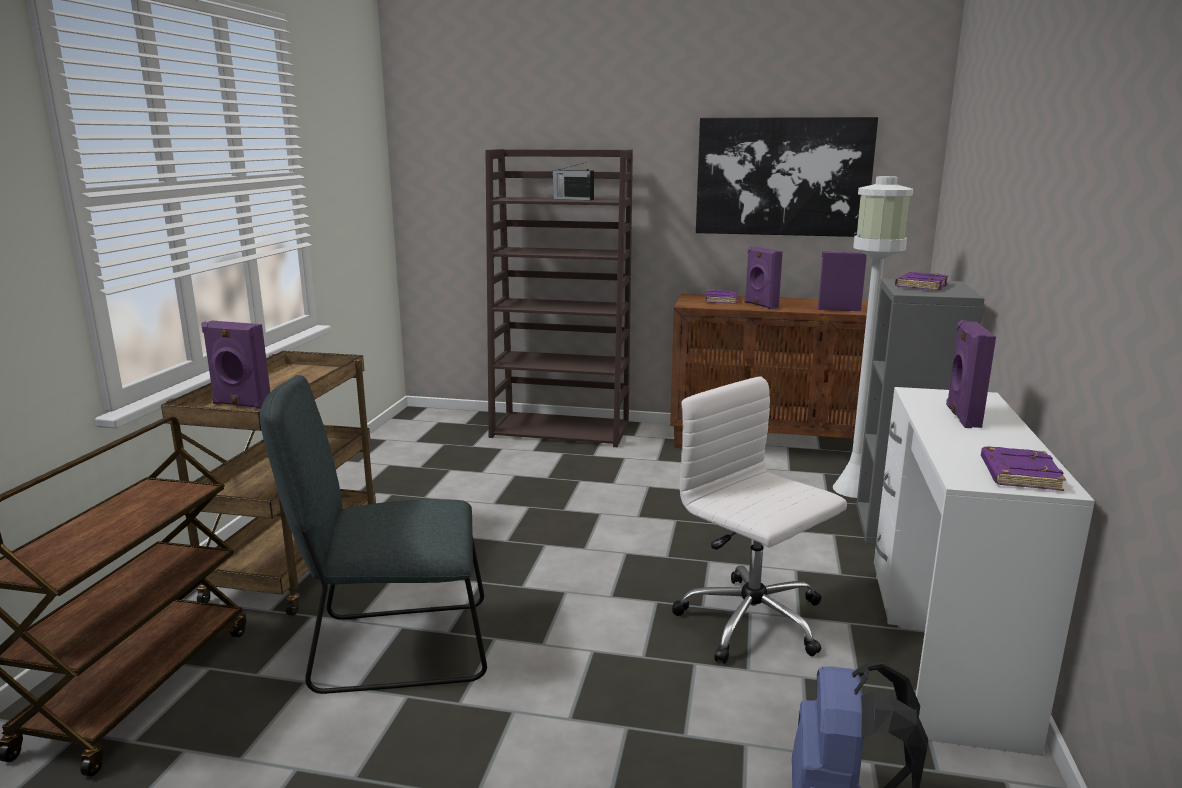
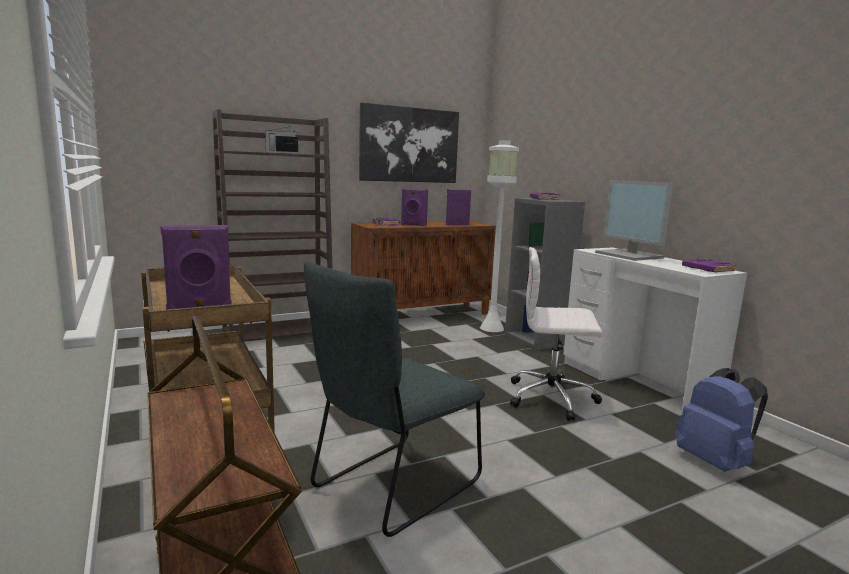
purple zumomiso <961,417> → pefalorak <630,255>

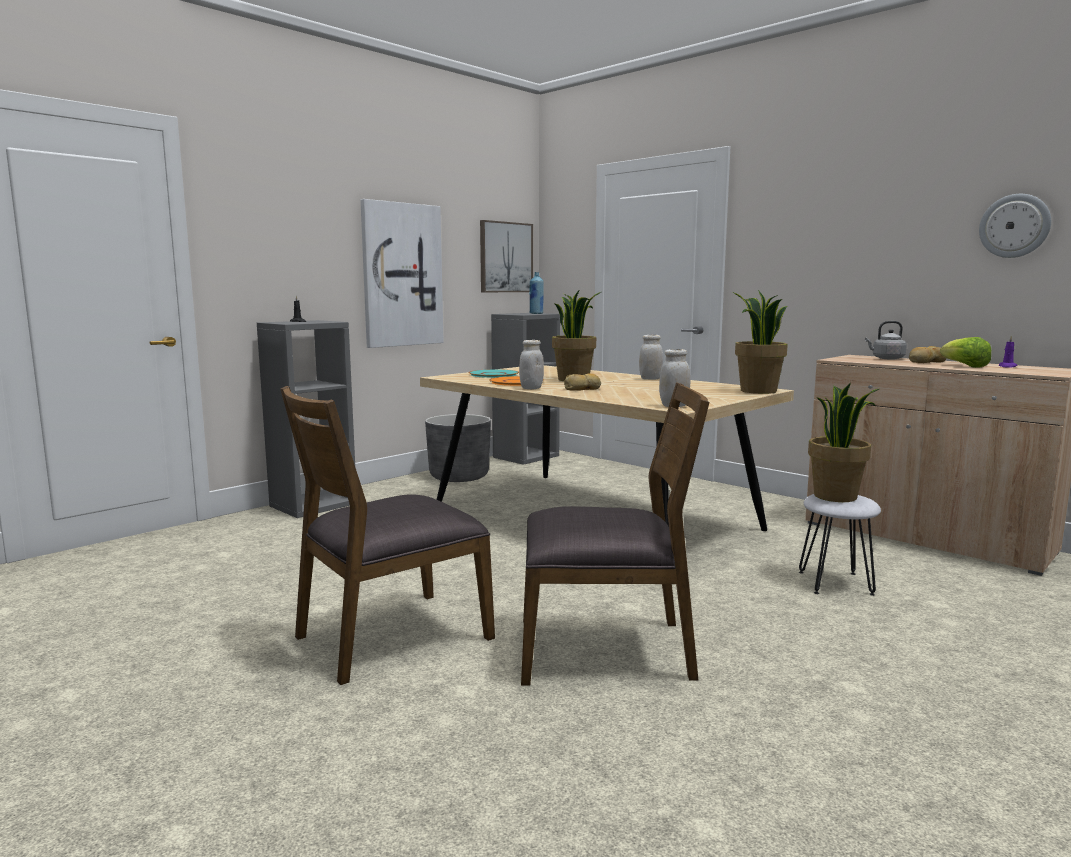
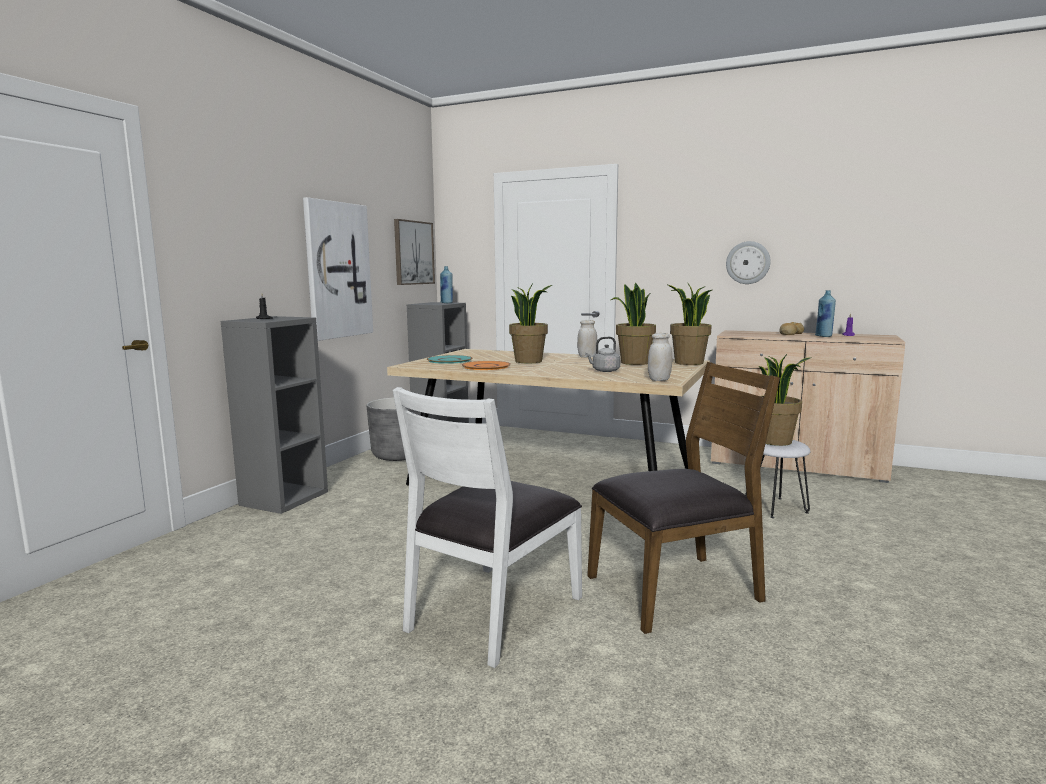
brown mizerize <391,636> → white mizerize <492,612>
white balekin <531,388> → -
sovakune <583,389> → -
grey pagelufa <886,358> → grey pagelufa <604,371>, moved
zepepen <964,366> → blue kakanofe <823,336>
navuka <1014,226> → navuka <748,262>, moved
- → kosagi <634,362>

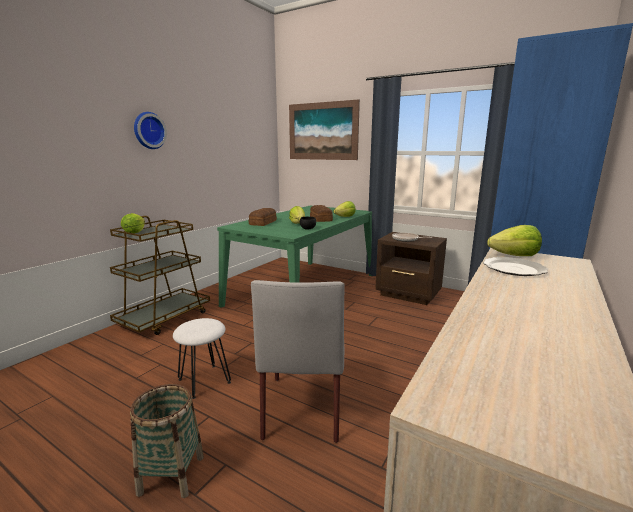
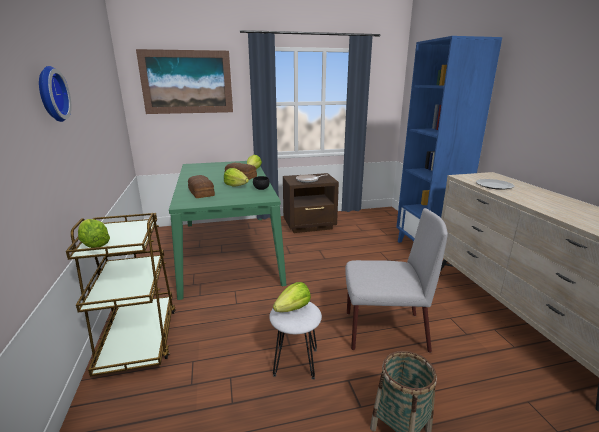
grey mizerize <303,405> → grey mizerize <384,331>, 45 degrees counterclockwise
zepepen <514,256> → zepepen <293,309>, moved

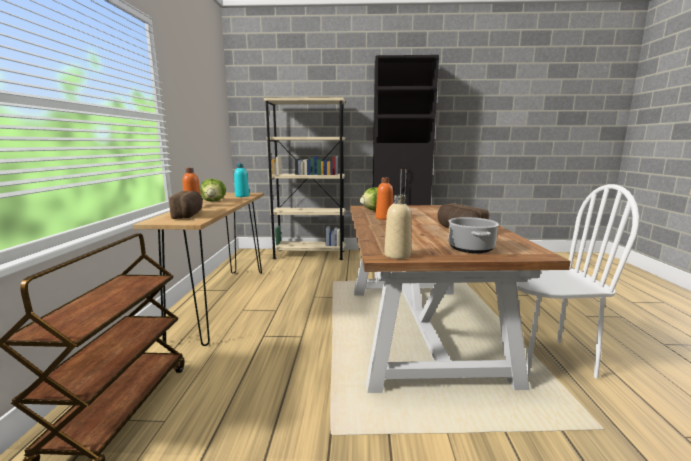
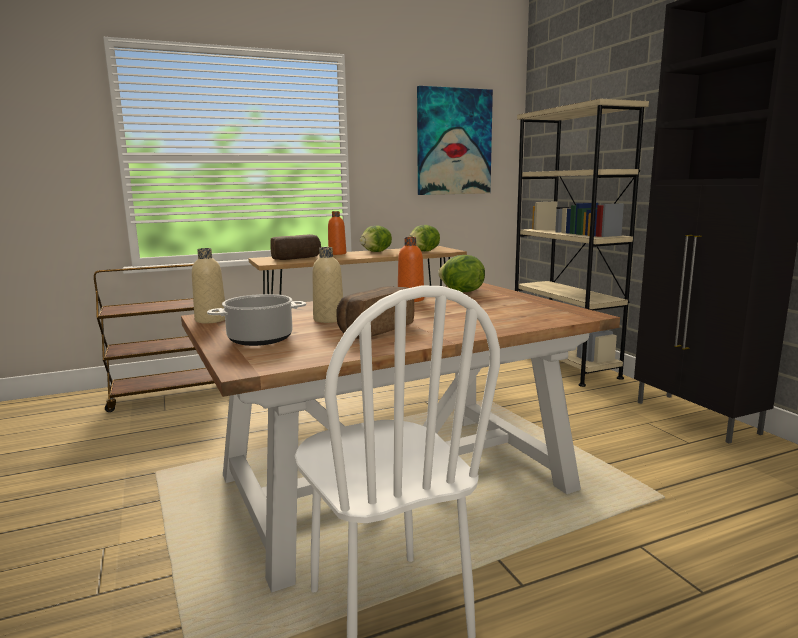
turquoise kakanofe <242,196> → zepepen <424,251>
- → beige kakanofe <329,319>
- → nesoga <454,142>

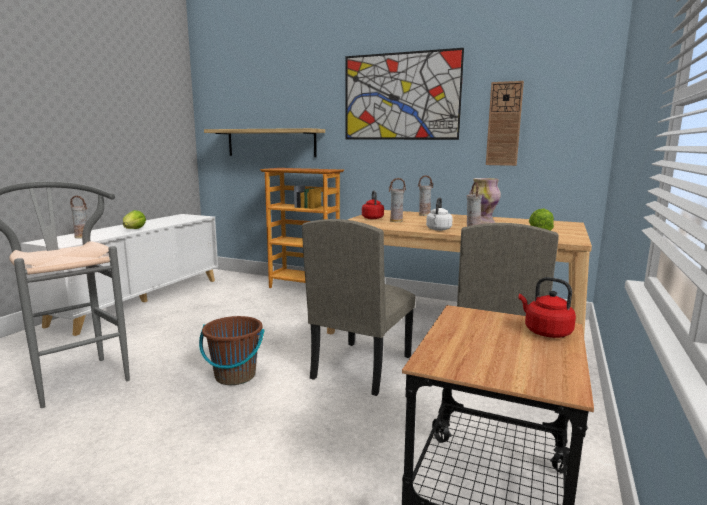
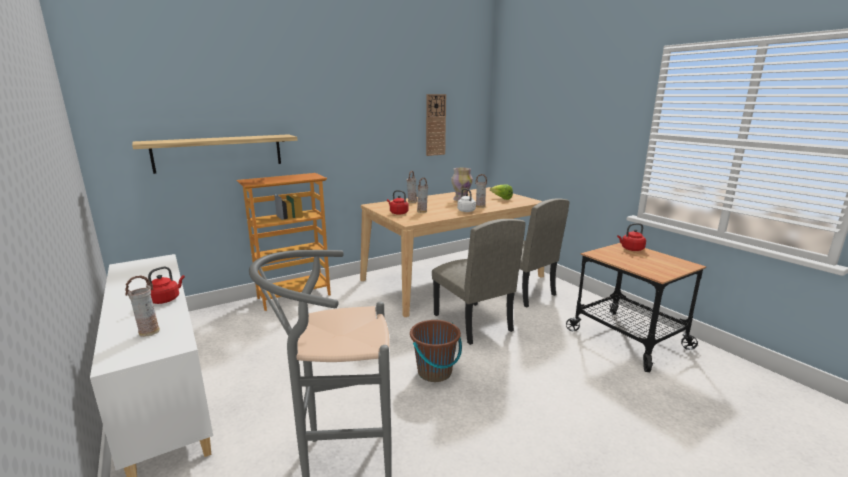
zepepen <134,230> → red pagelufa <166,299>
nesoga <400,96> → -

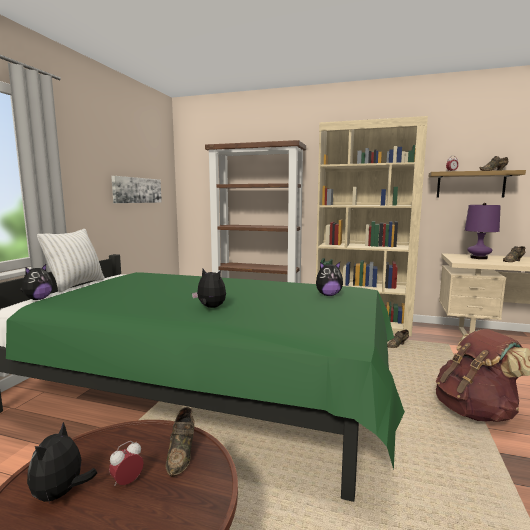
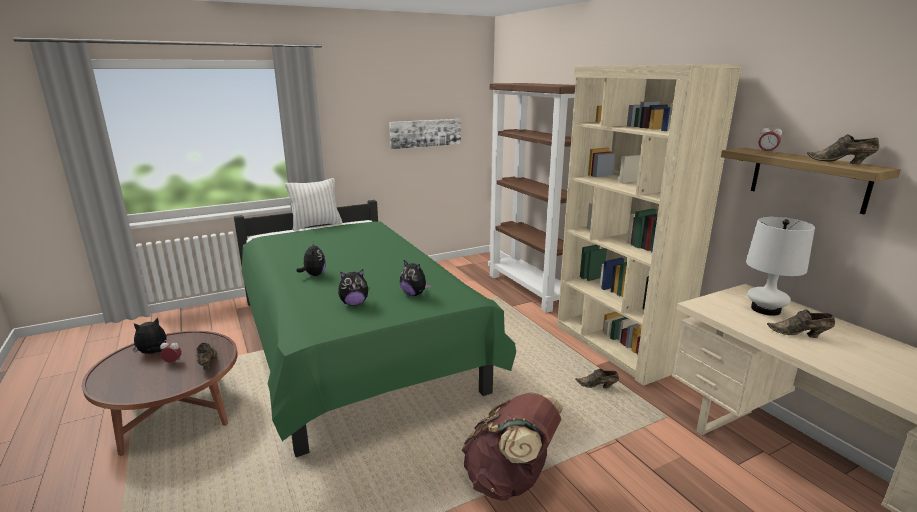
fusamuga <38,299> → fusamuga <354,303>, moved
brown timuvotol <182,453> → brown timuvotol <208,363>, 120 degrees clockwise
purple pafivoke <478,258> → white pafivoke <765,309>

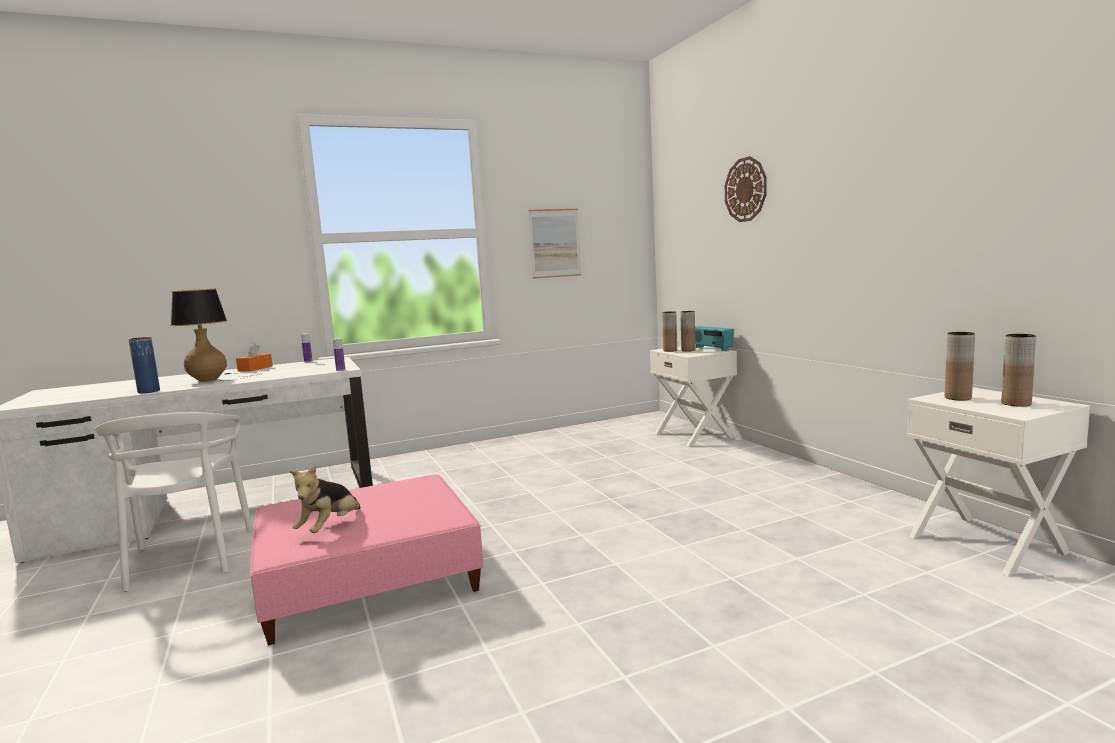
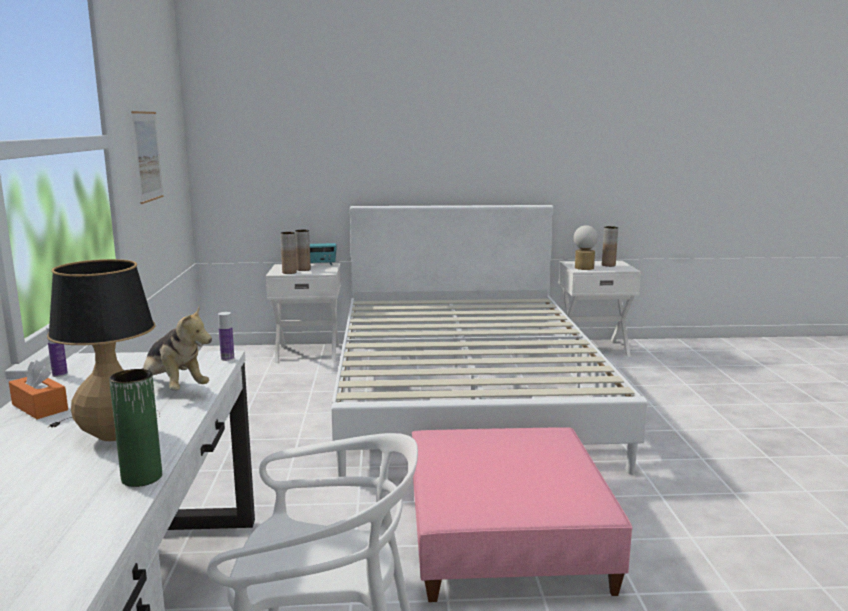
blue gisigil <149,391> → green gisigil <142,477>
fusamuga <330,527> → fusamuga <173,388>, moved
navuka <745,189> → -
brown gisigil <958,398> → pafivoke <584,267>
- → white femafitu <465,394>

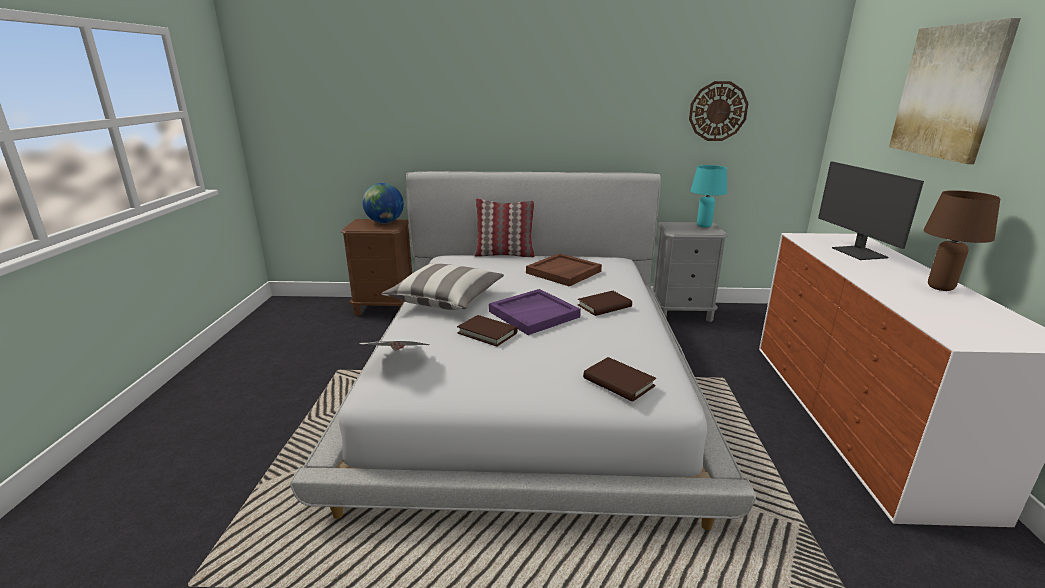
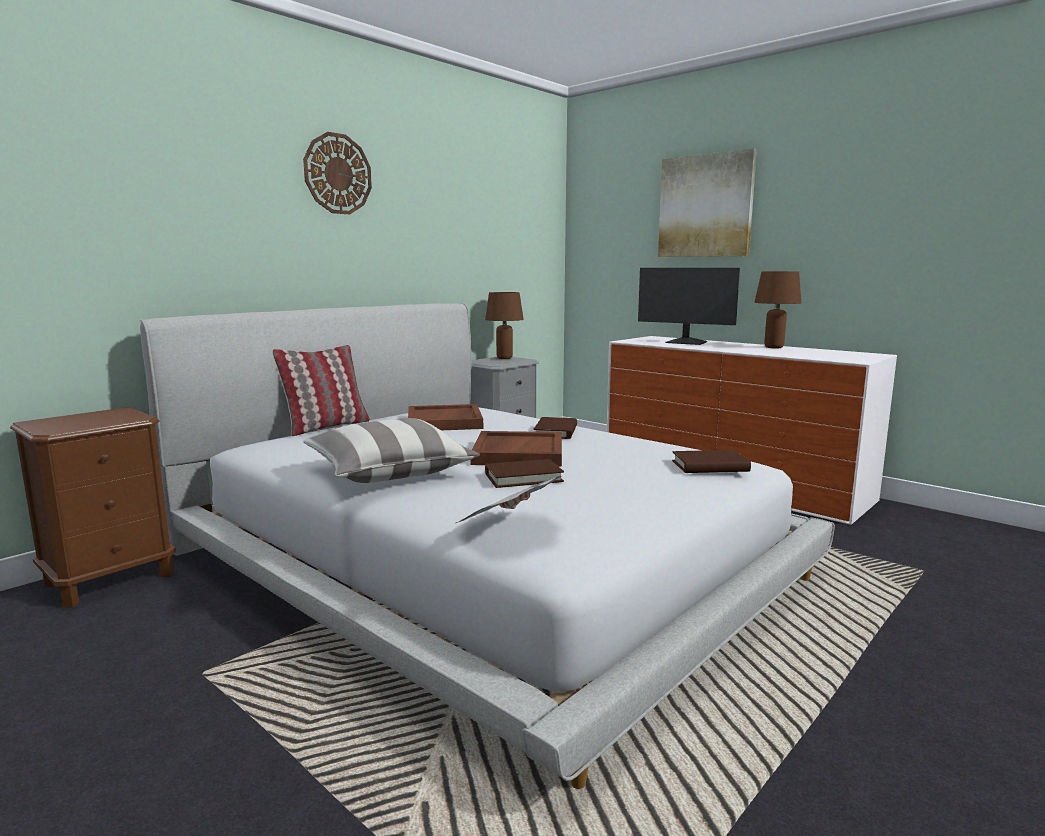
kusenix <385,222> → -
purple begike <534,314> → brown begike <517,453>
navuka <718,111> → navuka <337,174>, moved
turquoise pafivoke <703,226> → brown pafivoke <504,358>

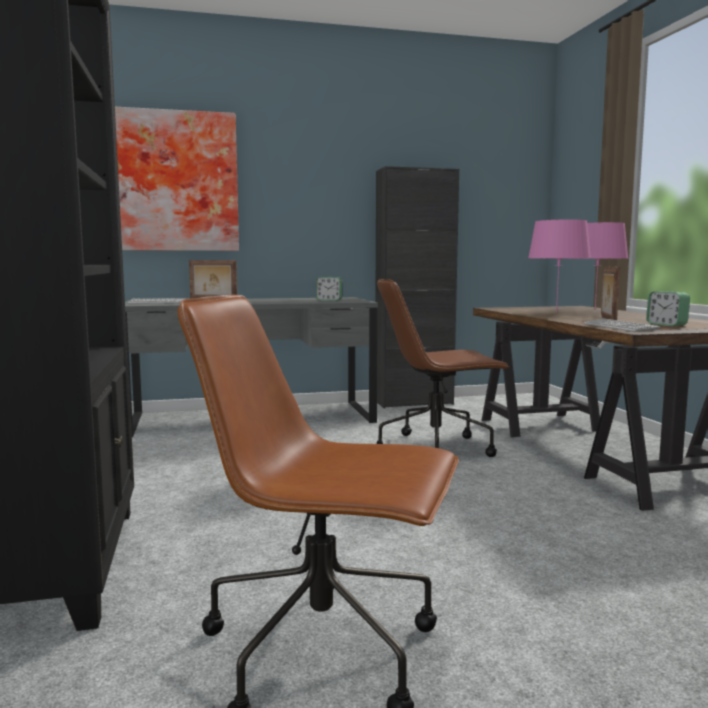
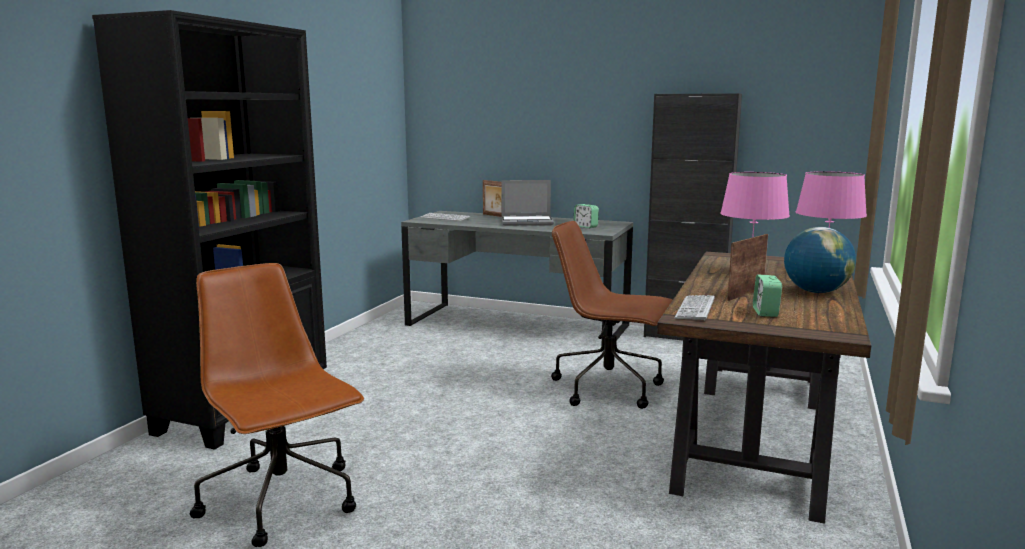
nesoga <168,182> → -
- → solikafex <527,222>
- → kusenix <816,291>

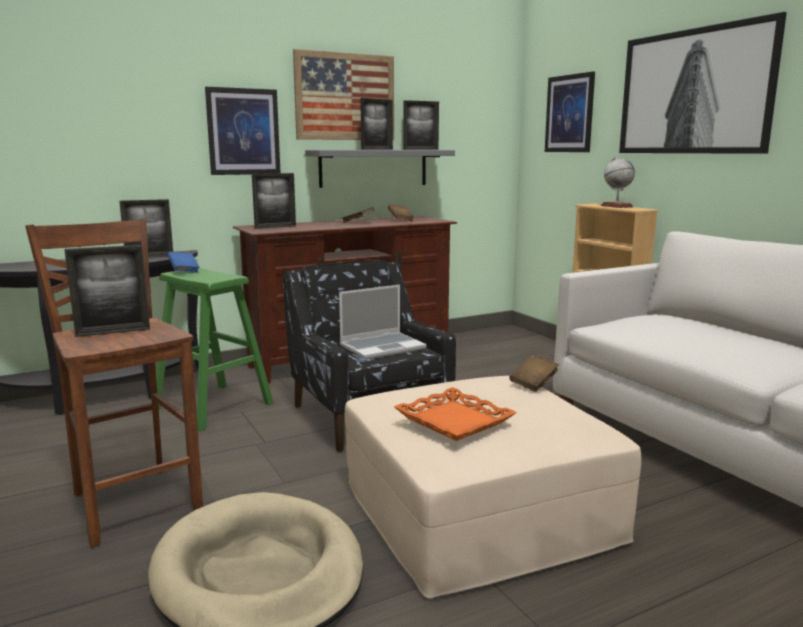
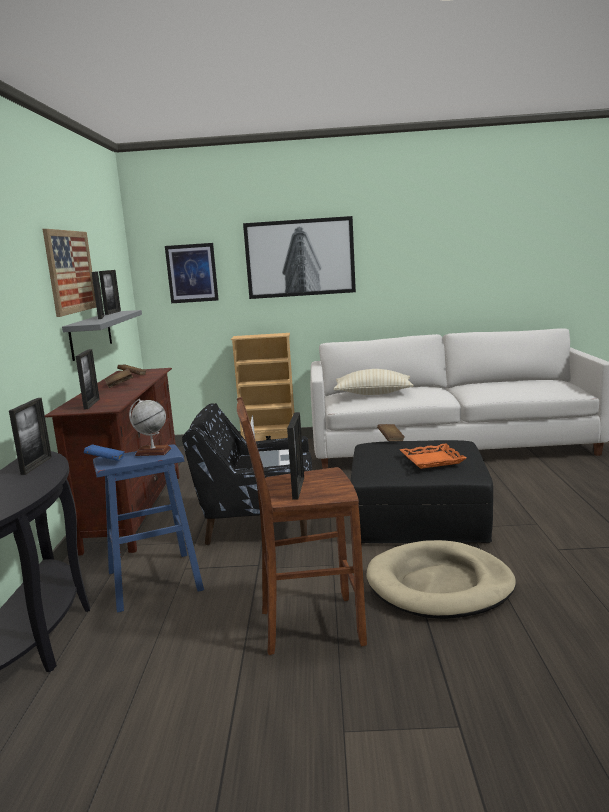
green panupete <212,406> → blue panupete <154,580>
nesoga <243,132> → -
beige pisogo <480,512> → black pisogo <418,515>
kusenix <616,206> → kusenix <153,452>, moved
- → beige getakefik <373,394>

